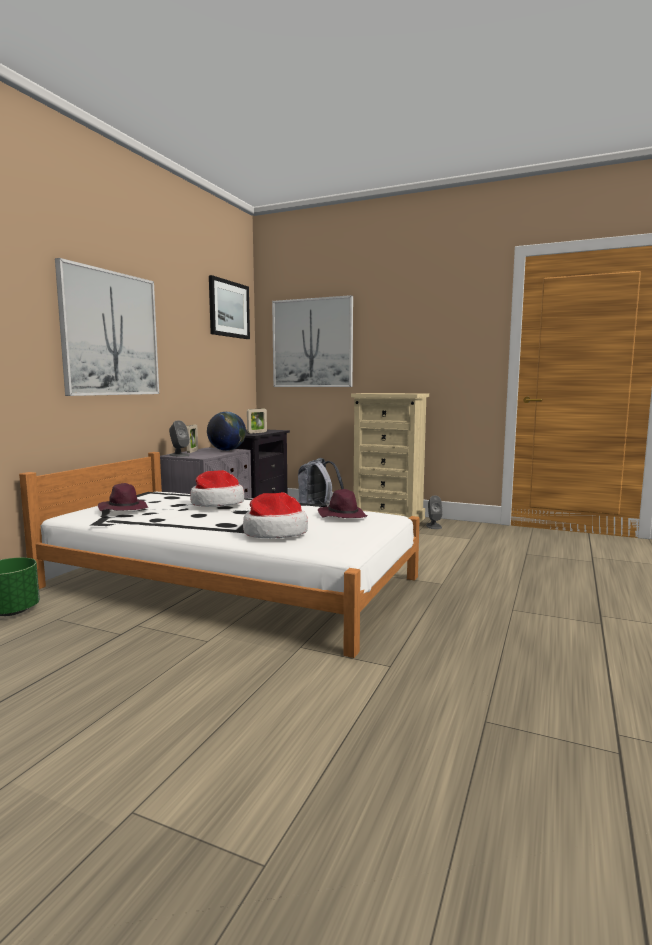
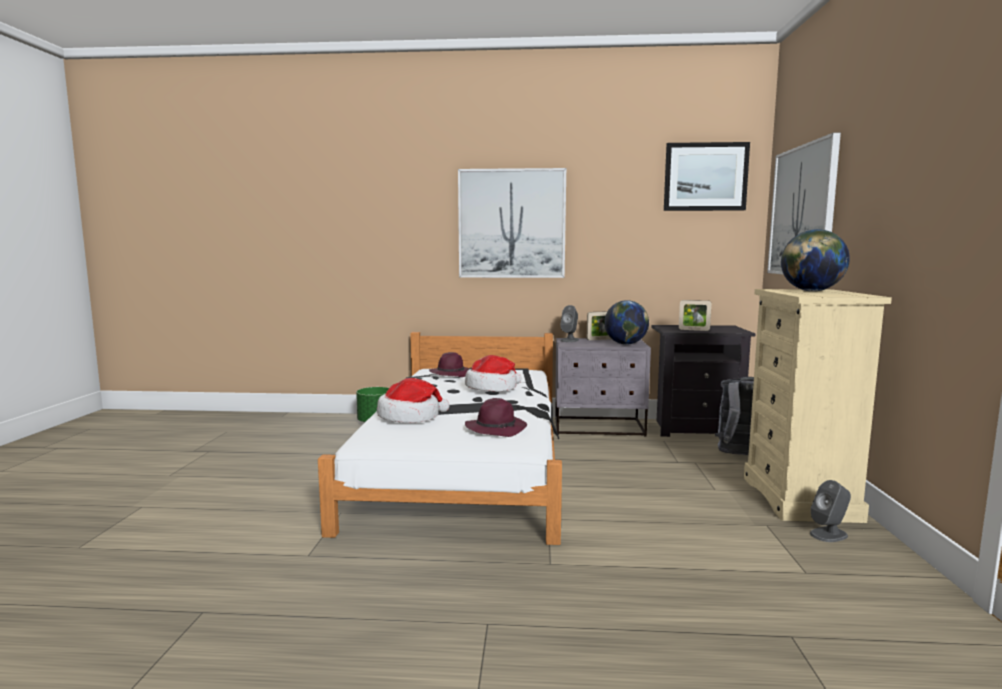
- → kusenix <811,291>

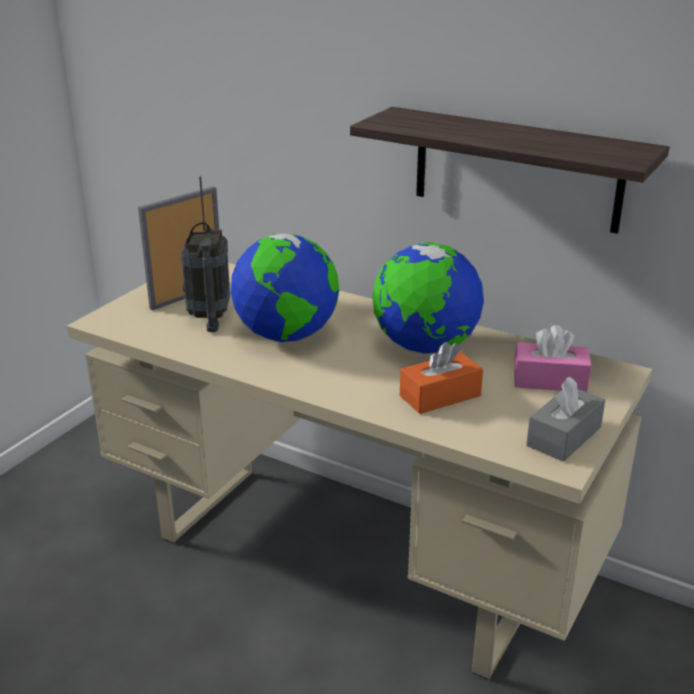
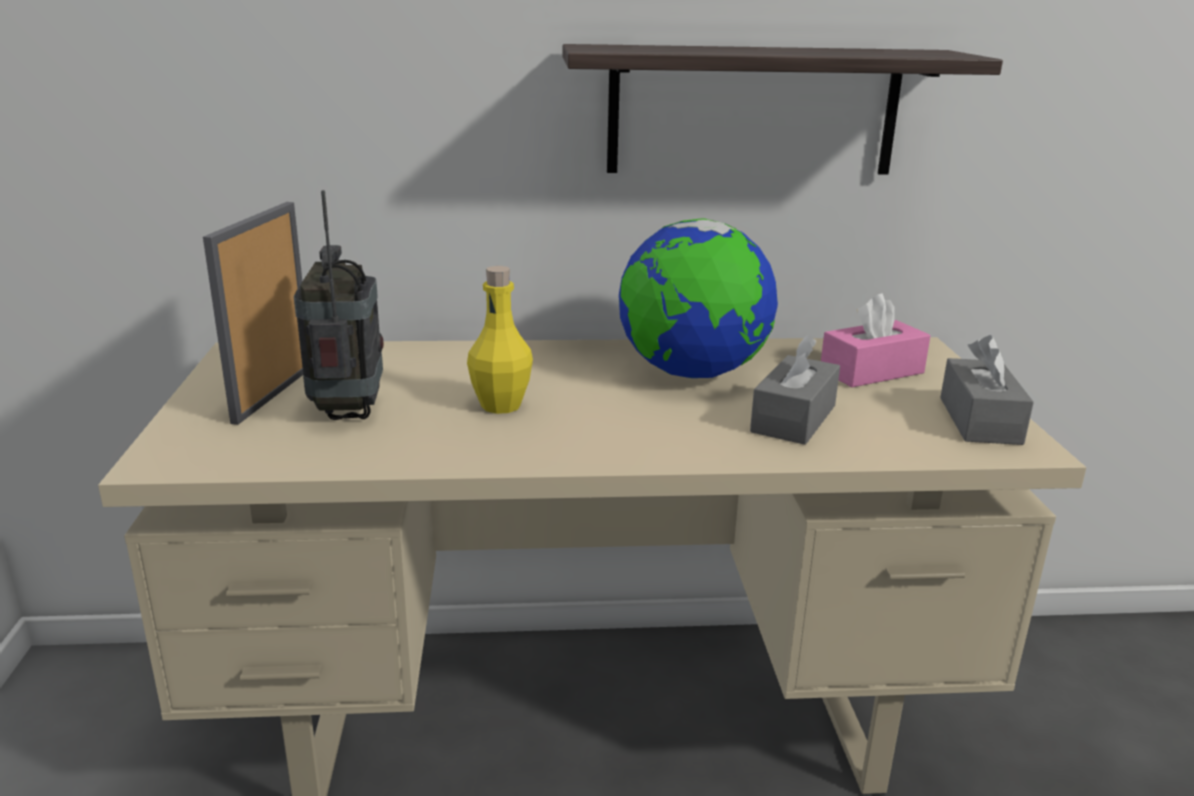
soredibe <209,317> → soredibe <348,411>, 150 degrees counterclockwise
kusenix <287,336> → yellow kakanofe <501,405>
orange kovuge <440,396> → grey kovuge <793,419>

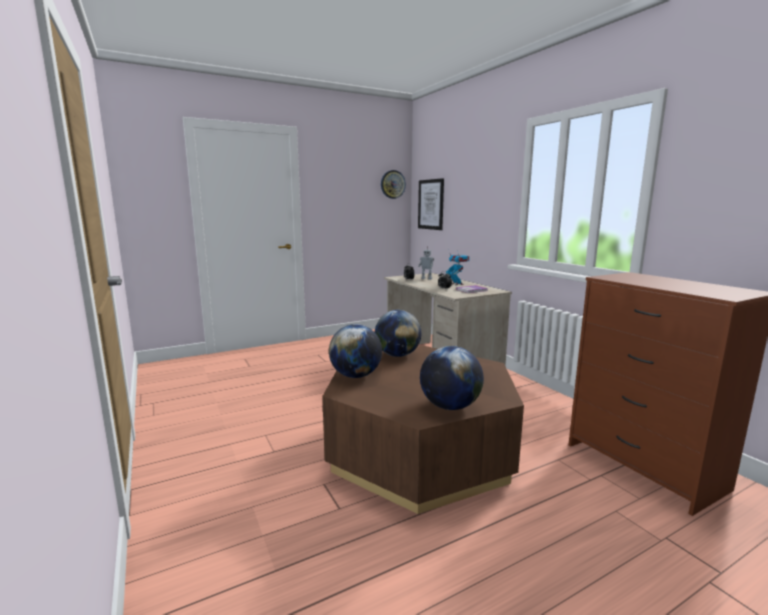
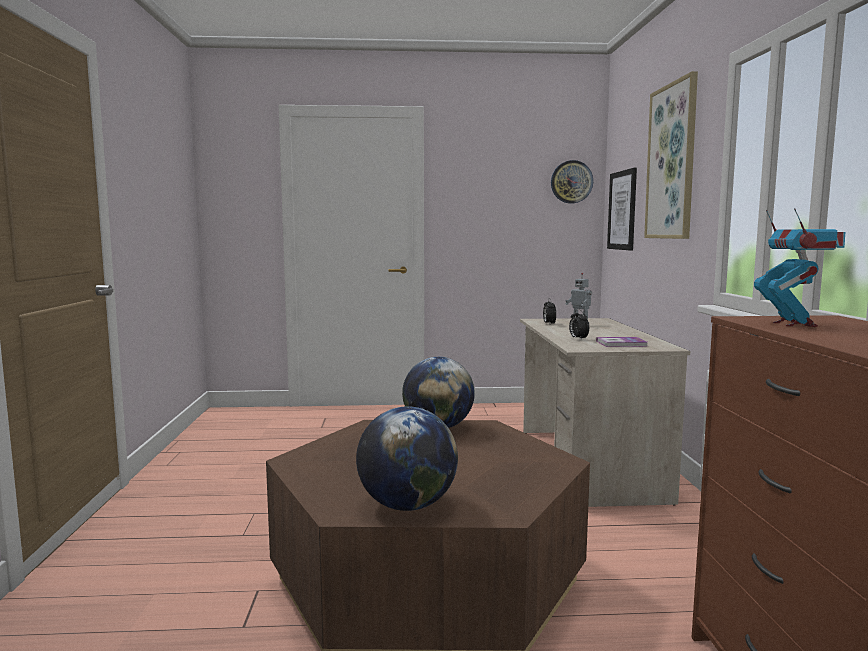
kusenix <355,376> → -
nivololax <457,284> → nivololax <794,324>, moved
- → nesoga <672,162>

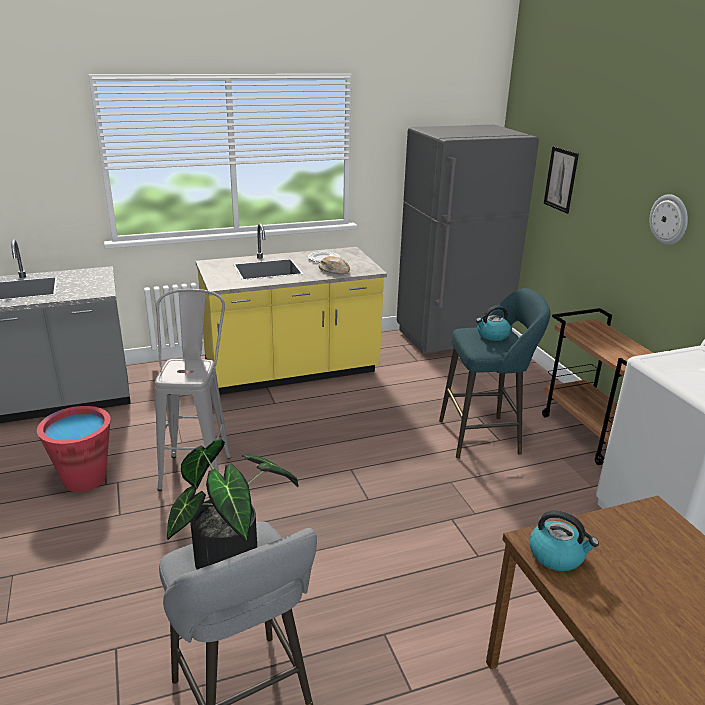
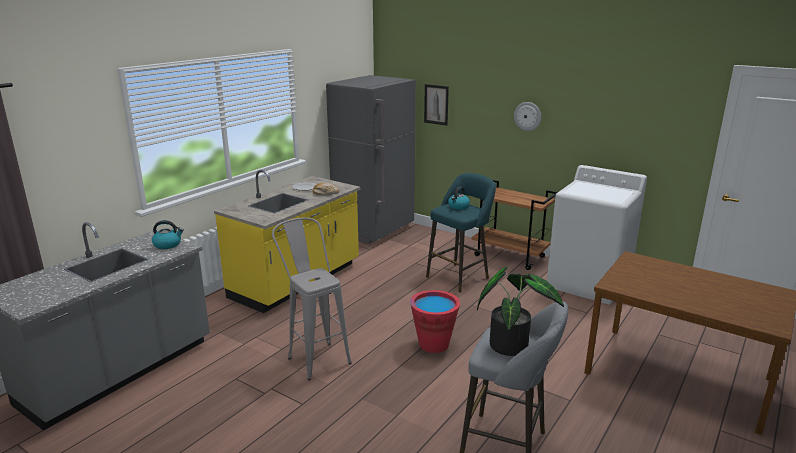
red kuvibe <85,479> → red kuvibe <433,344>, moved
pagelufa <557,555> → pagelufa <168,244>, moved

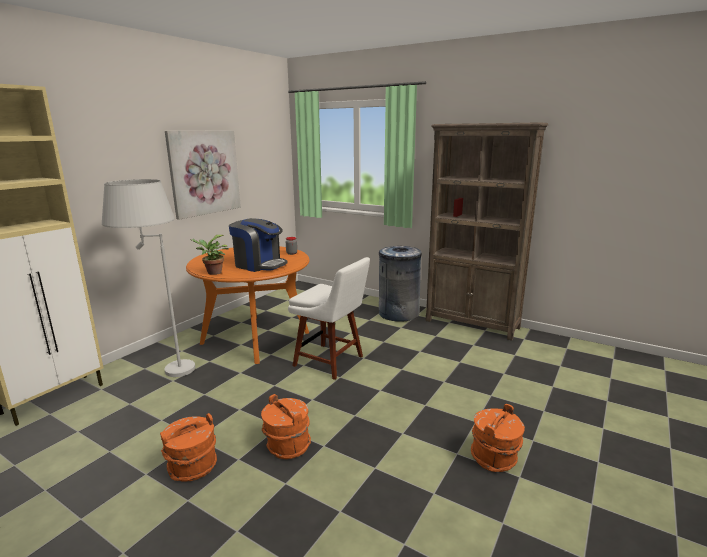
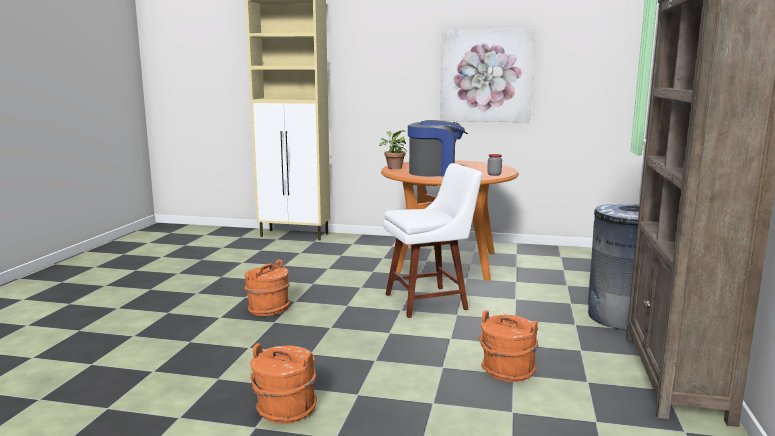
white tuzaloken <163,370> → -
orange kuvibe <193,467> → orange kuvibe <507,371>, moved
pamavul <259,265> → pamavul <436,172>, 105 degrees counterclockwise
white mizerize <331,362> → white mizerize <430,301>, 120 degrees counterclockwise

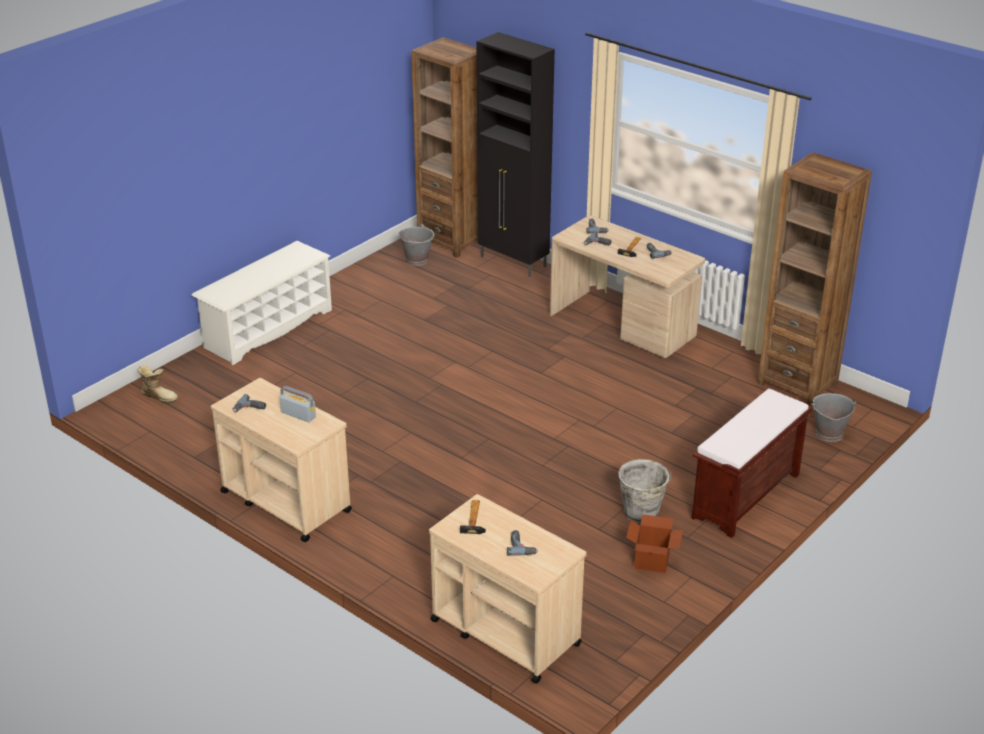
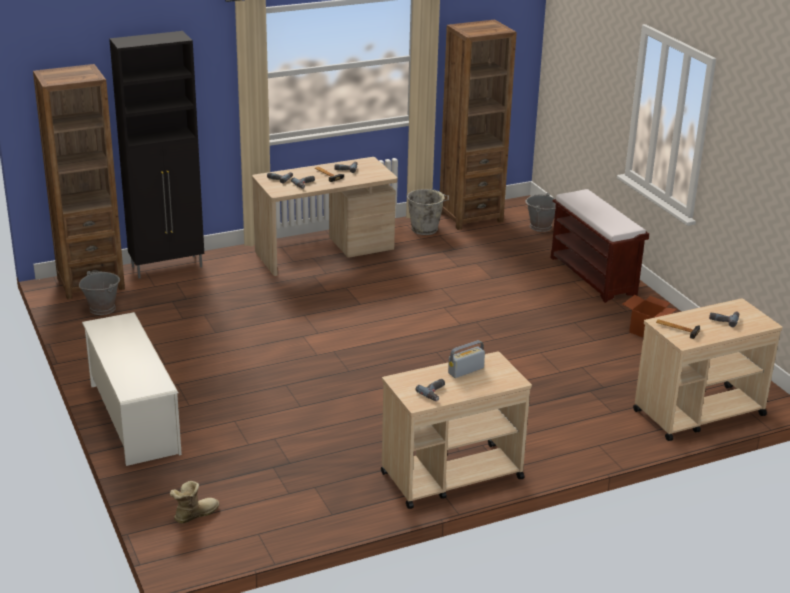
grey kuvibe <641,513> → grey kuvibe <426,229>, moved

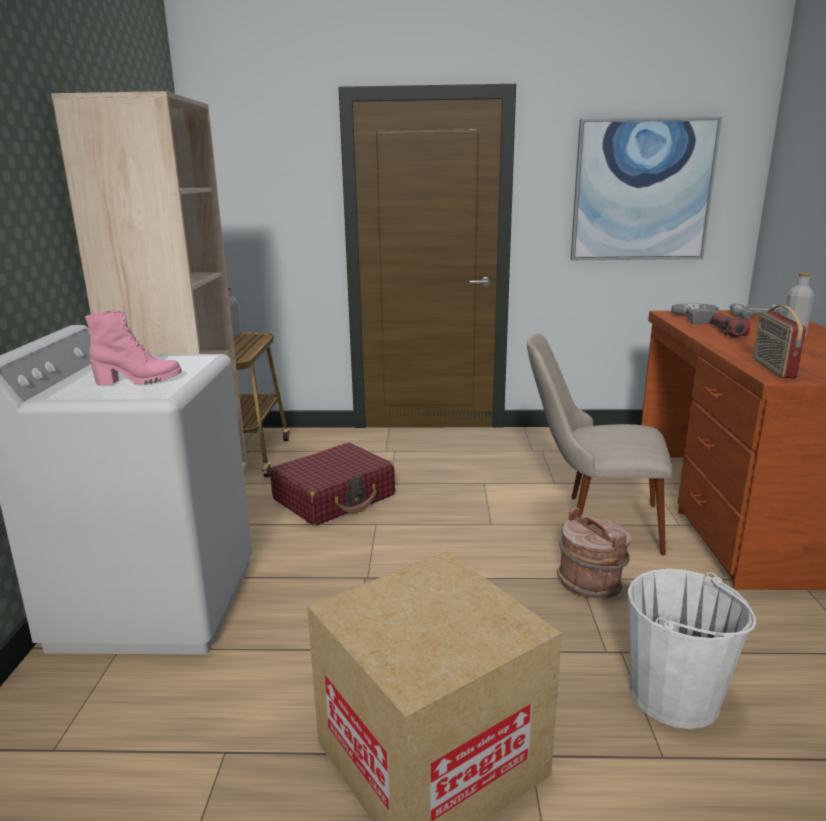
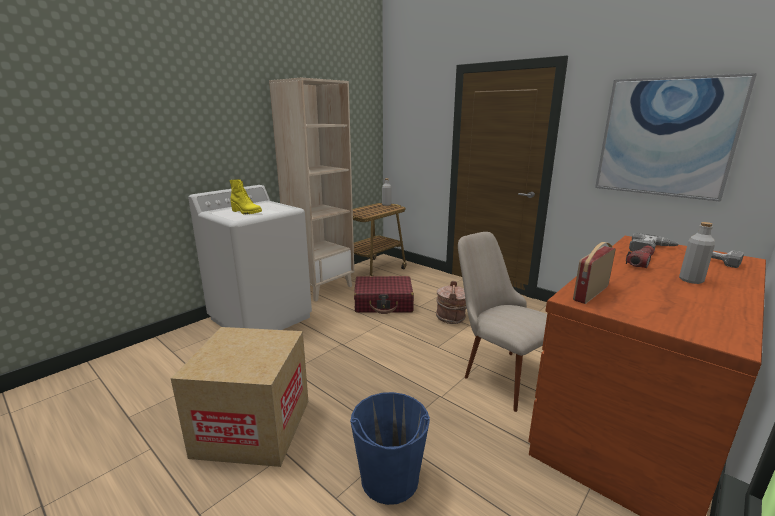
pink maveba <139,381> → yellow maveba <246,212>
brown kuvibe <590,583> → brown kuvibe <451,318>, moved
white kuvibe <675,696> → blue kuvibe <389,479>

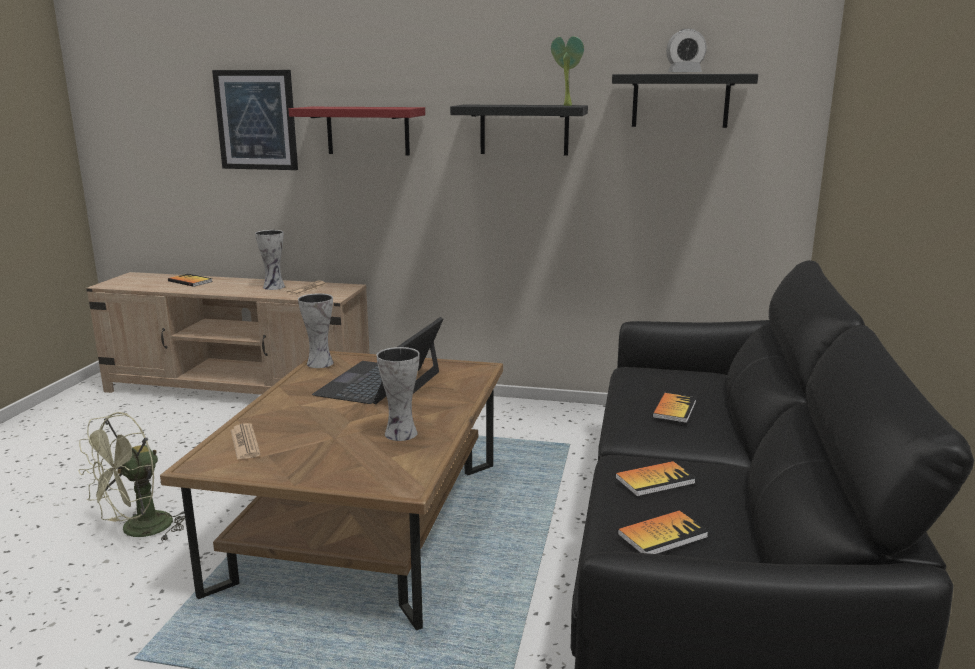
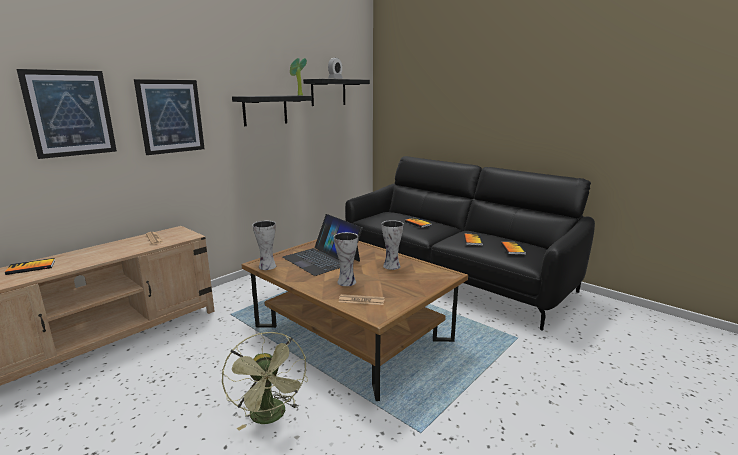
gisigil <275,287> → gisigil <347,281>, moved
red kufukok <368,130> → nesoga <170,116>

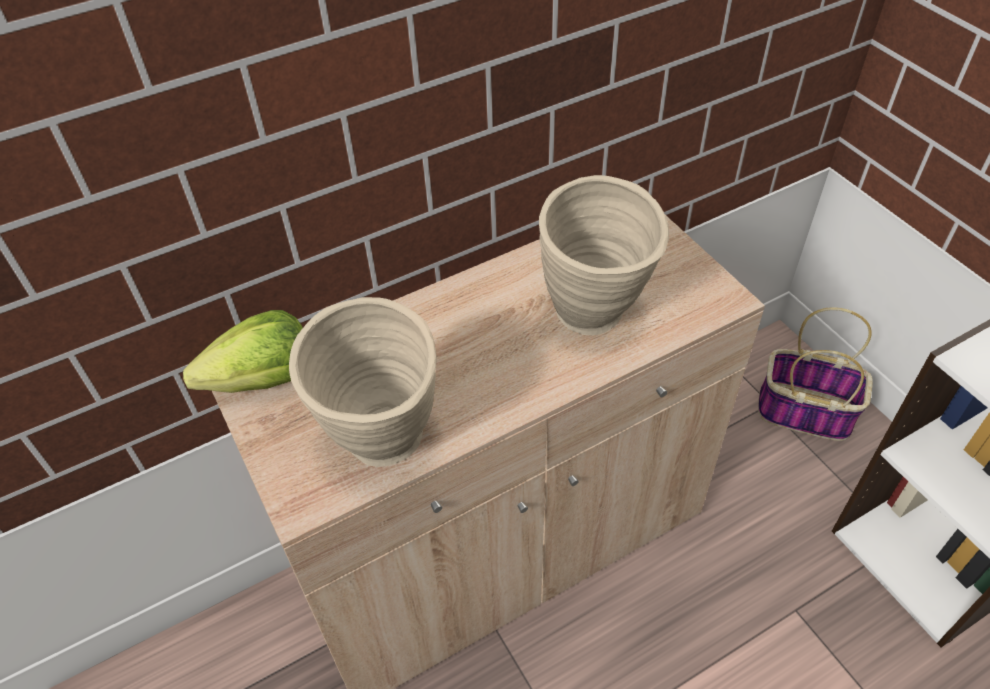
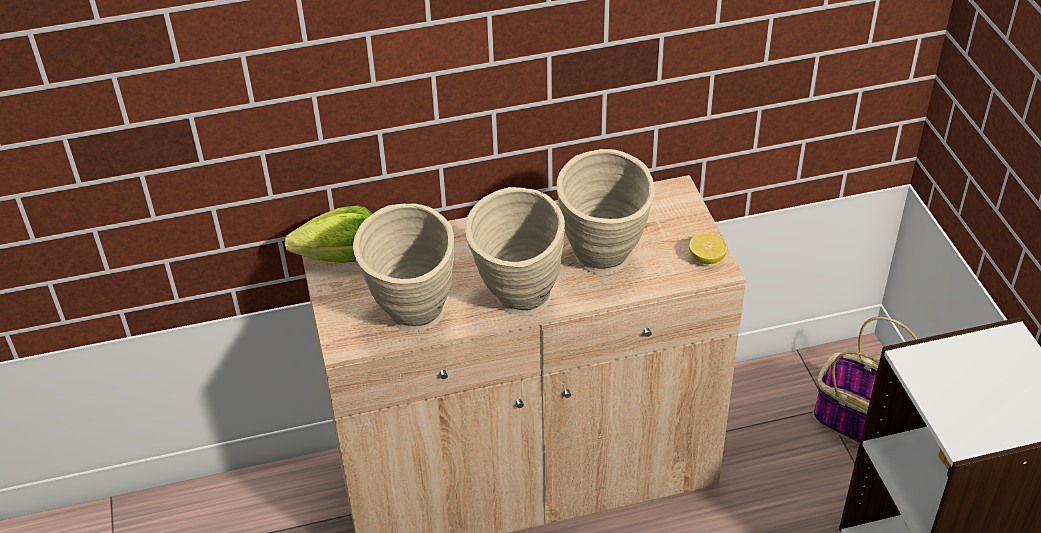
- → beige gisigil <518,305>
- → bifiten <707,258>

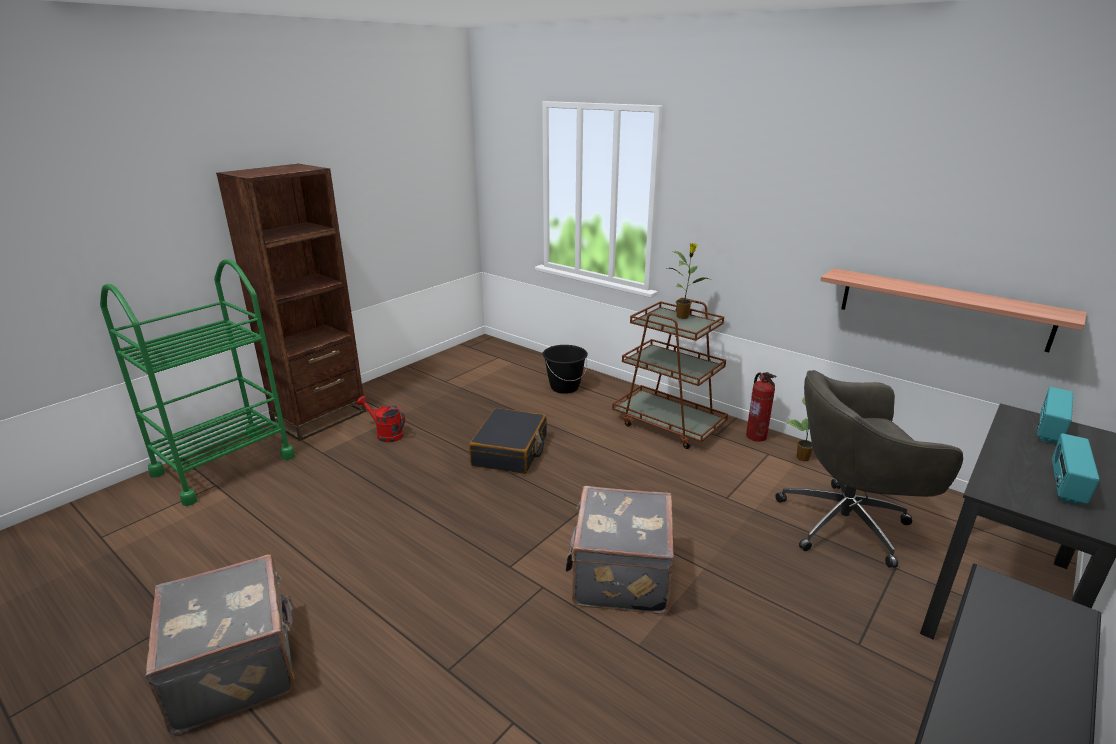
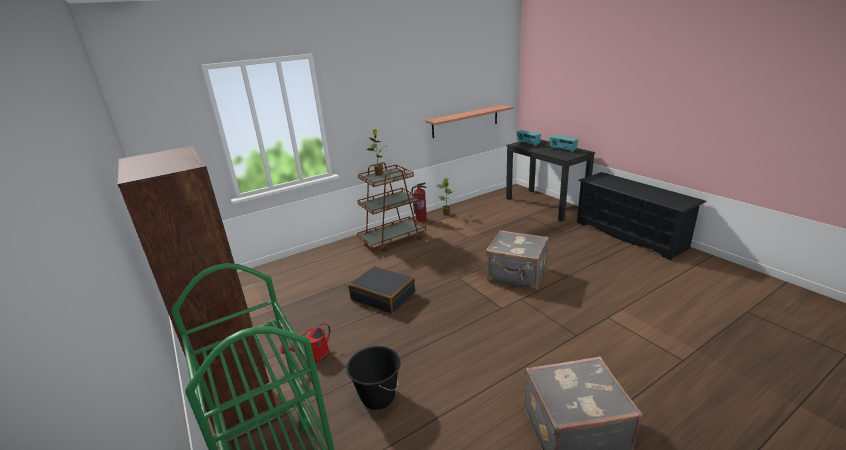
black kuvibe <564,387> → black kuvibe <378,397>, moved
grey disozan <847,524> → -

